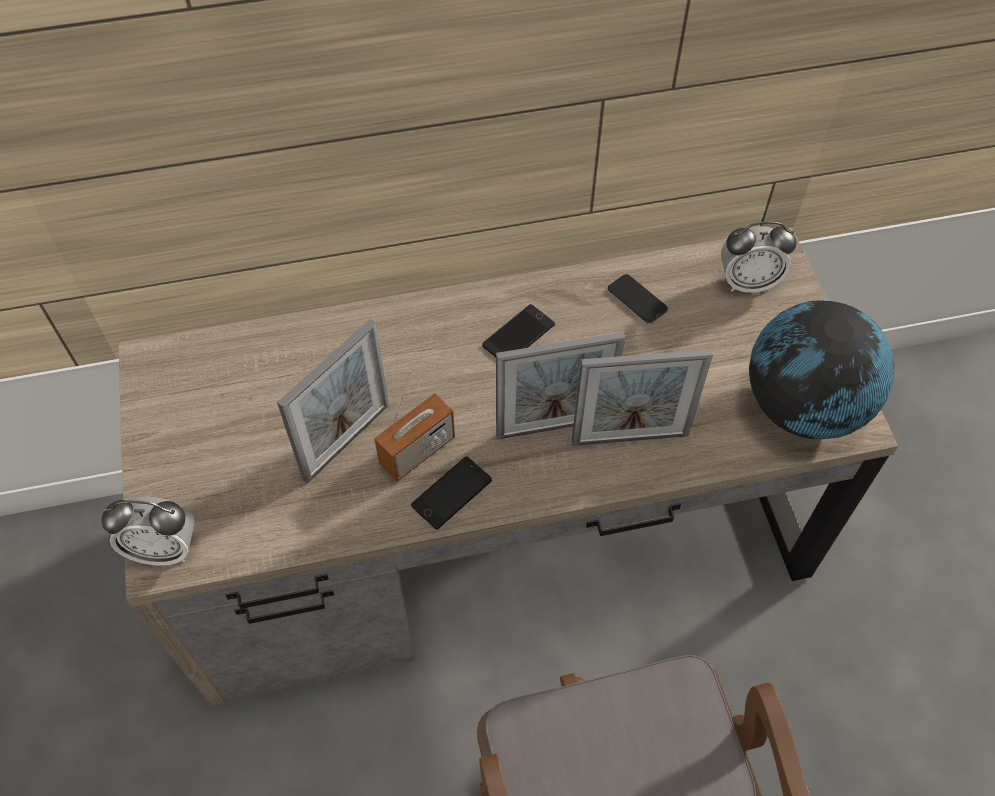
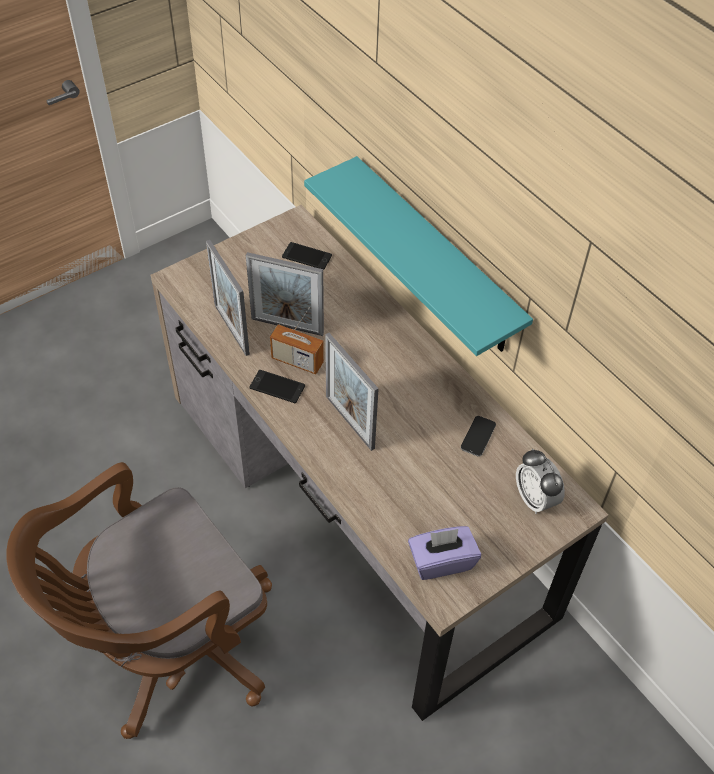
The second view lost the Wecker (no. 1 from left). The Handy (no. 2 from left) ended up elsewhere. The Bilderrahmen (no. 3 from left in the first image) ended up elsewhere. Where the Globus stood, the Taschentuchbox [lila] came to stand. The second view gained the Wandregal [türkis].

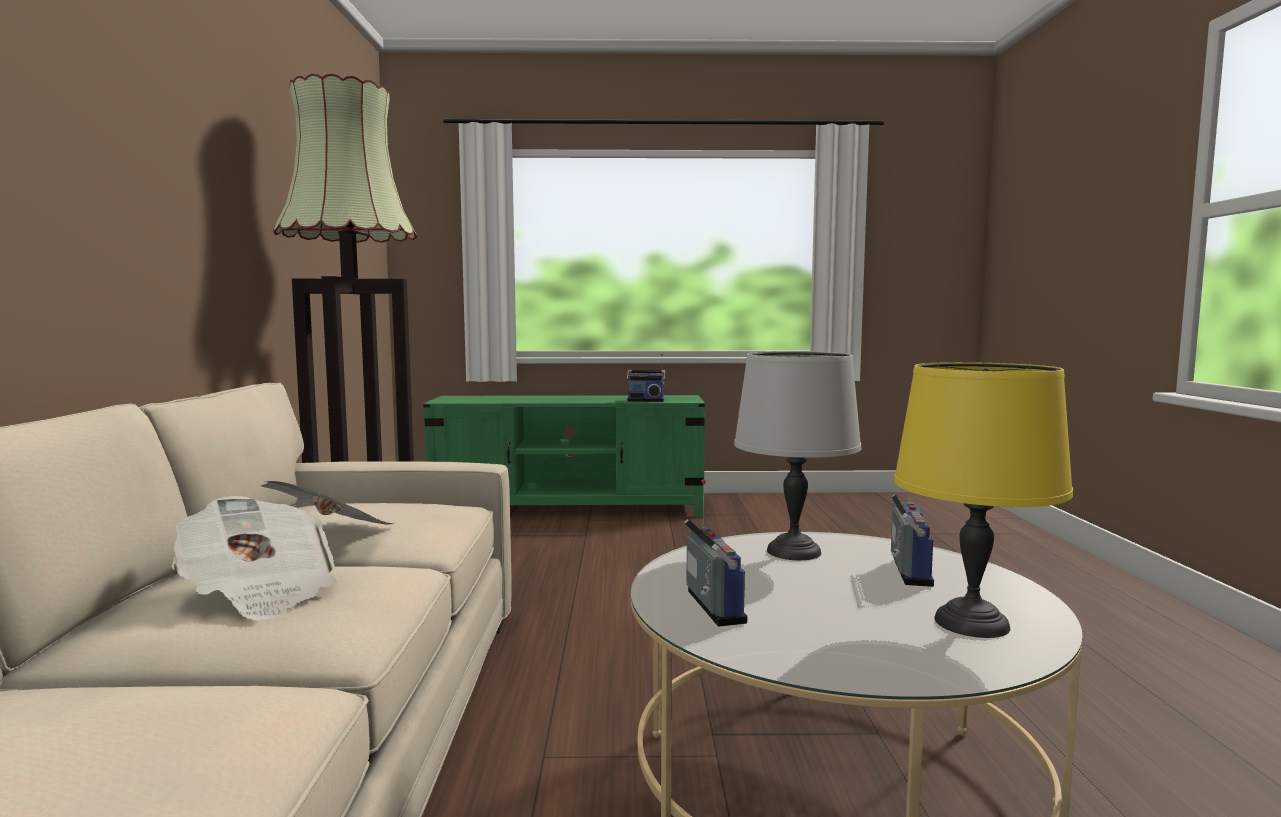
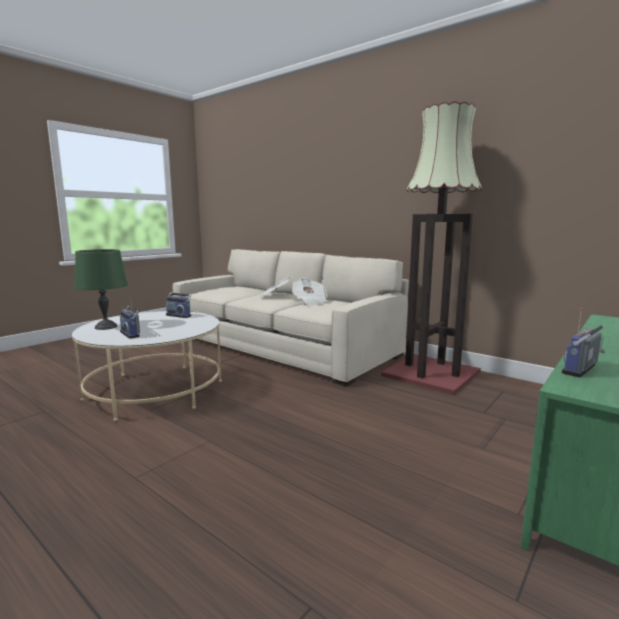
The second view lost the Tischlampe [grau]. What was the Tischlampe [gelb] turned into the Tischlampe [grün].

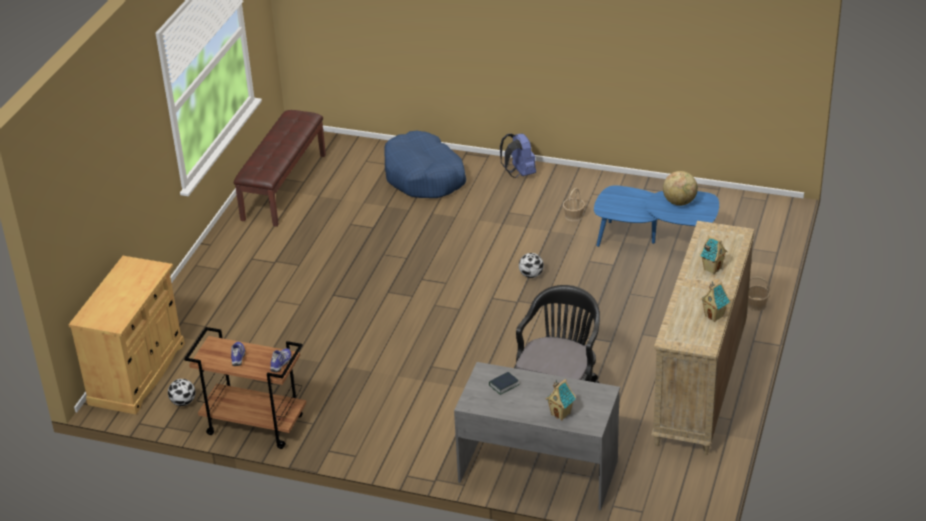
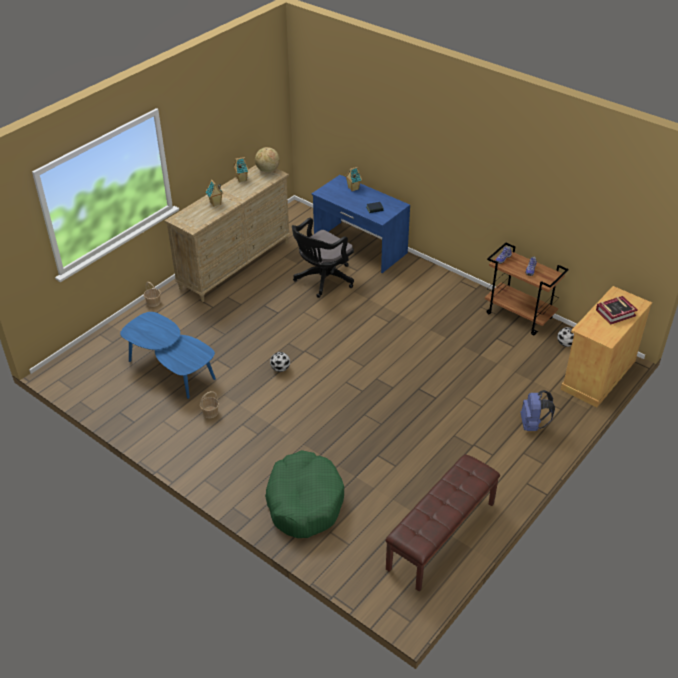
What was the Hundebett [blau] turned into the Hundebett [grün]. What was the Schreibtisch [grau] turned into the Schreibtisch [blau]. The Rucksack [blau] ended up elsewhere. The Globus ended up elsewhere. The second view gained the Buch (no. 2 from left).

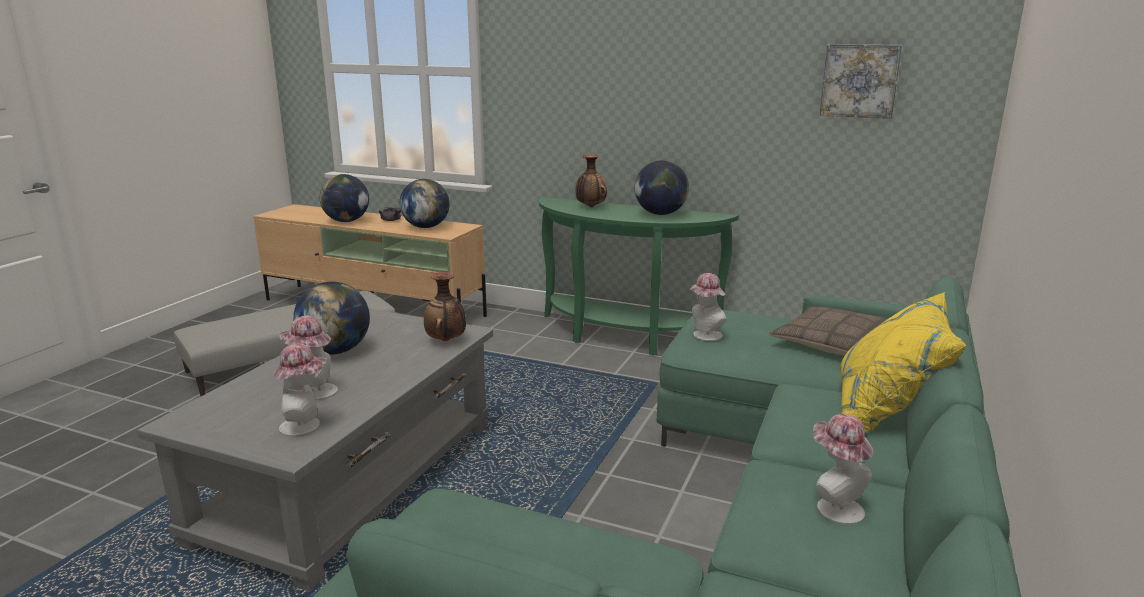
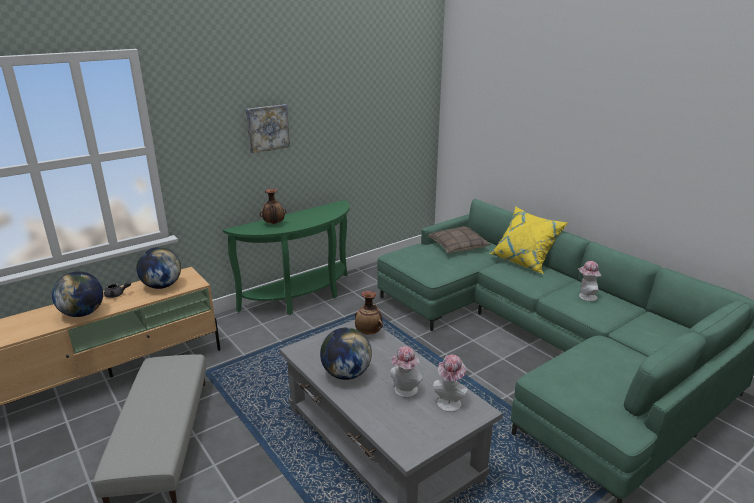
The second view lost the Globus (no. 4 from left). The second view lost the Hut (no. 3 from left). The Bild ended up elsewhere.

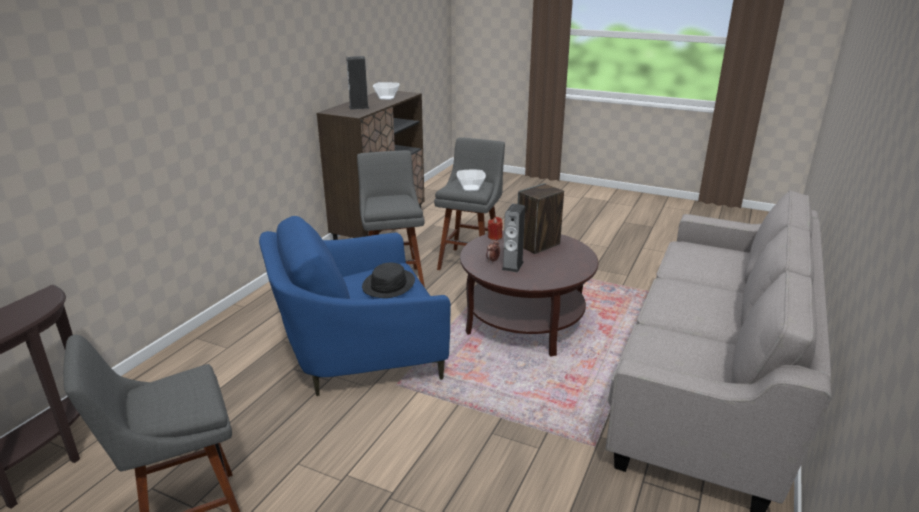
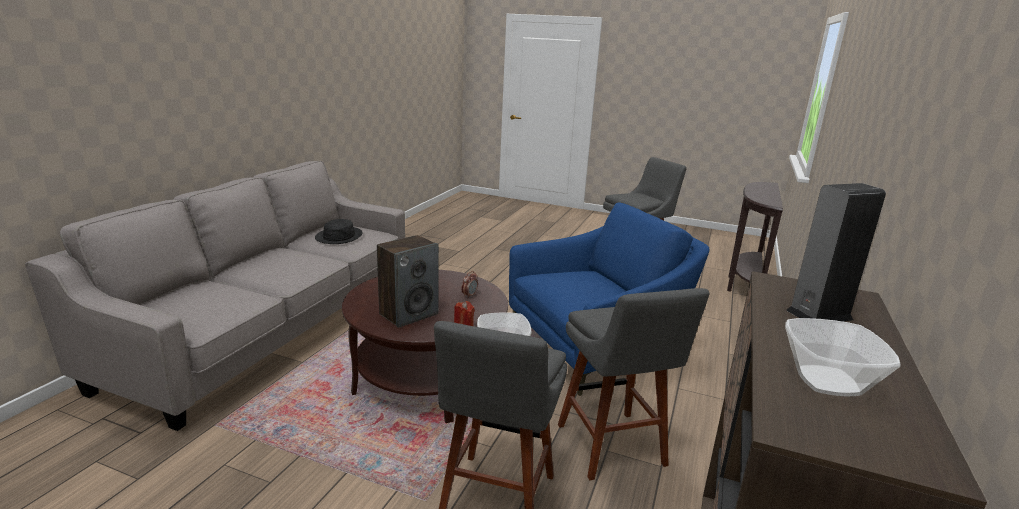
The Hut [schwarz] ended up elsewhere. The second view lost the Lautsprecher (no. 2 from left).

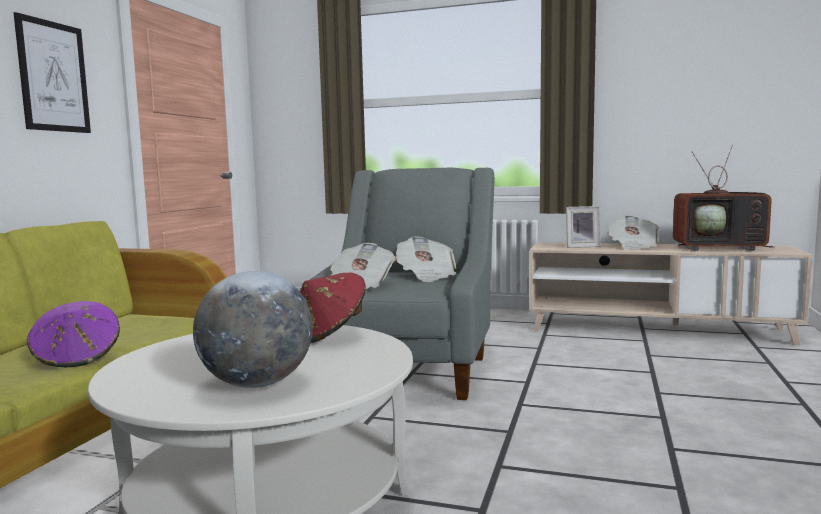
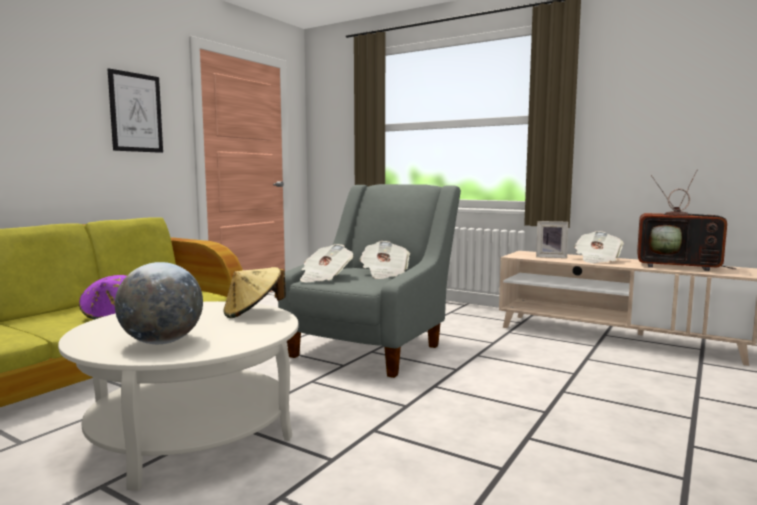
What was the Hut [rot] turned into the Hut [beige].

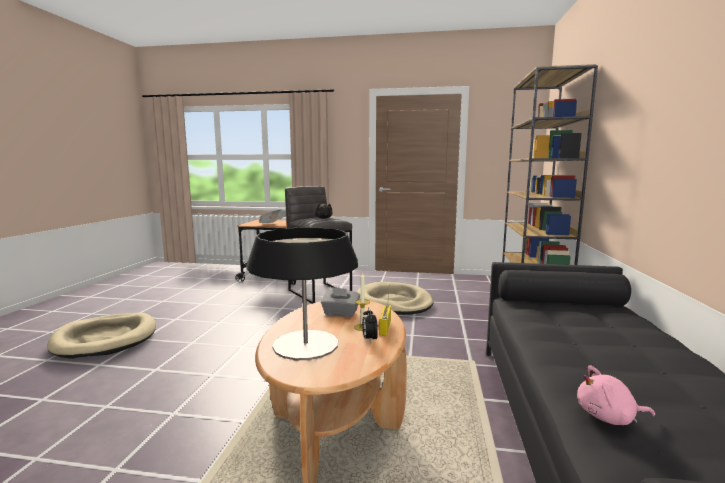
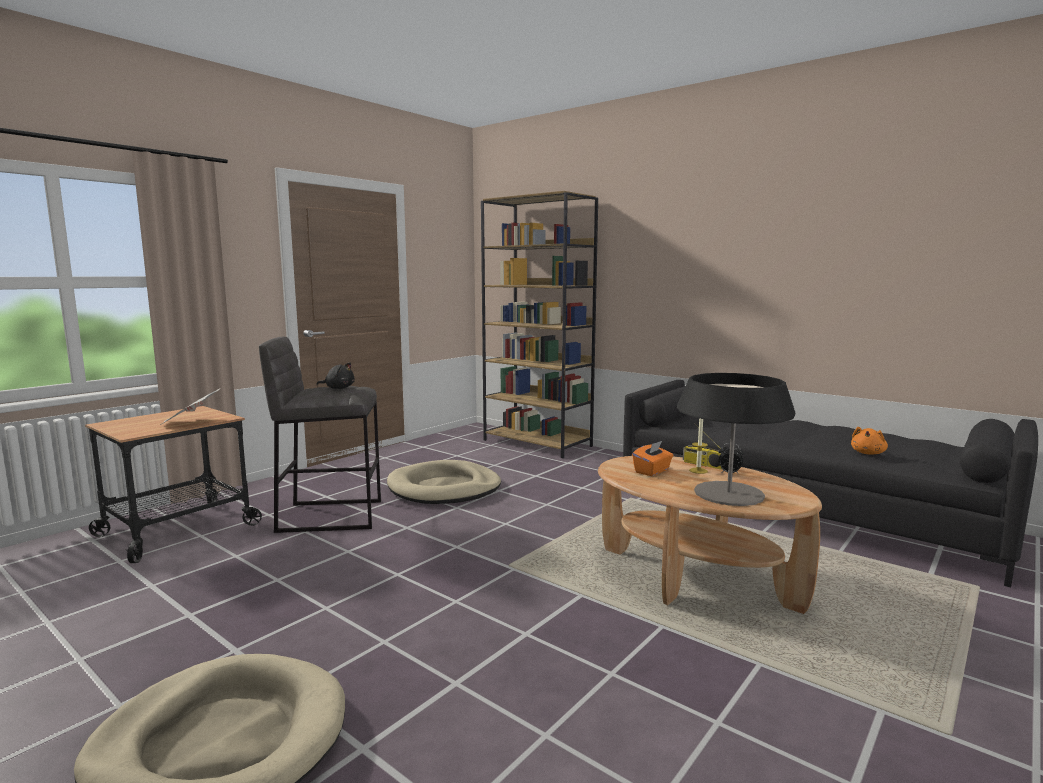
What was the Taschentuchbox [grau] turned into the Taschentuchbox [orange]. What was the Plüschtier [rosa] turned into the Plüschtier [orange].

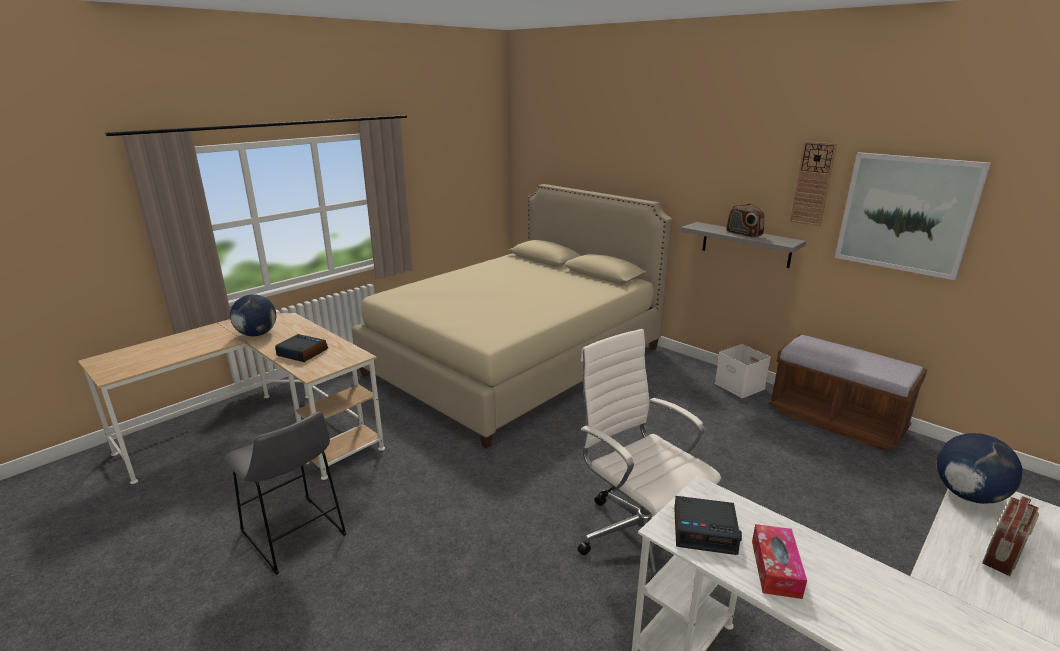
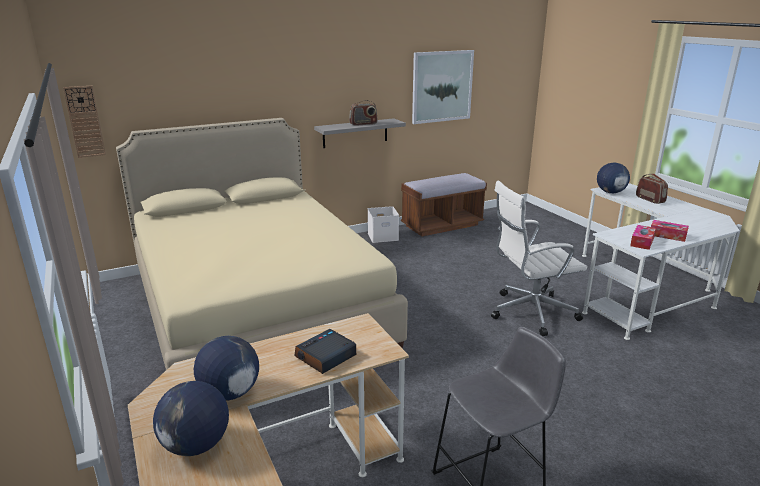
Where the Wecker (no. 2 from left) stood, the Taschentuchbox (no. 1 from left) came to stand. The Wanduhr ended up elsewhere. The second view gained the Globus (no. 1 from left).

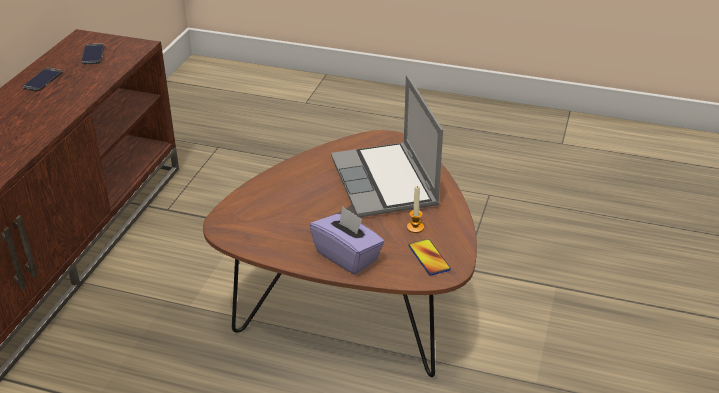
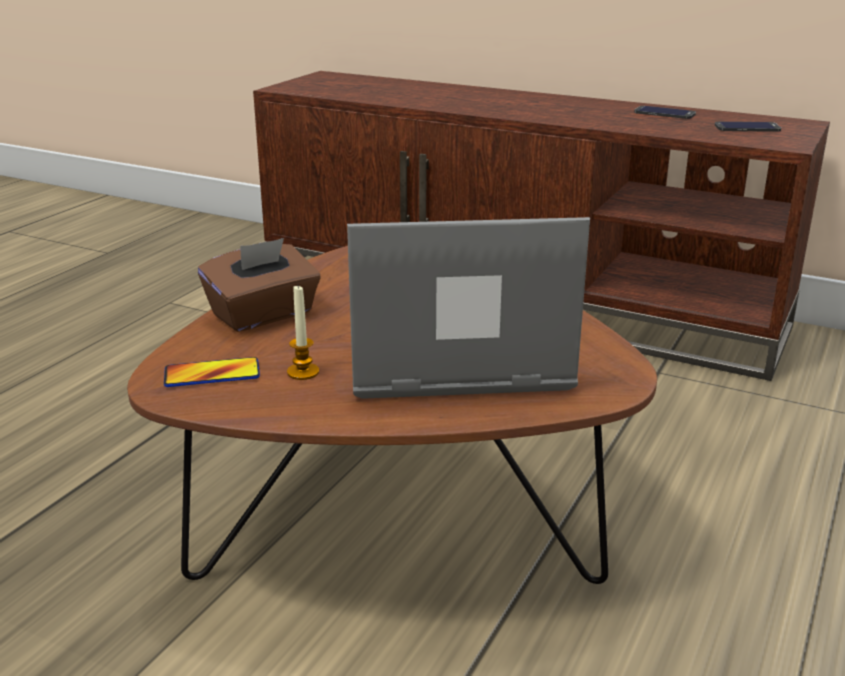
What was the Taschentuchbox [lila] turned into the Taschentuchbox [braun].

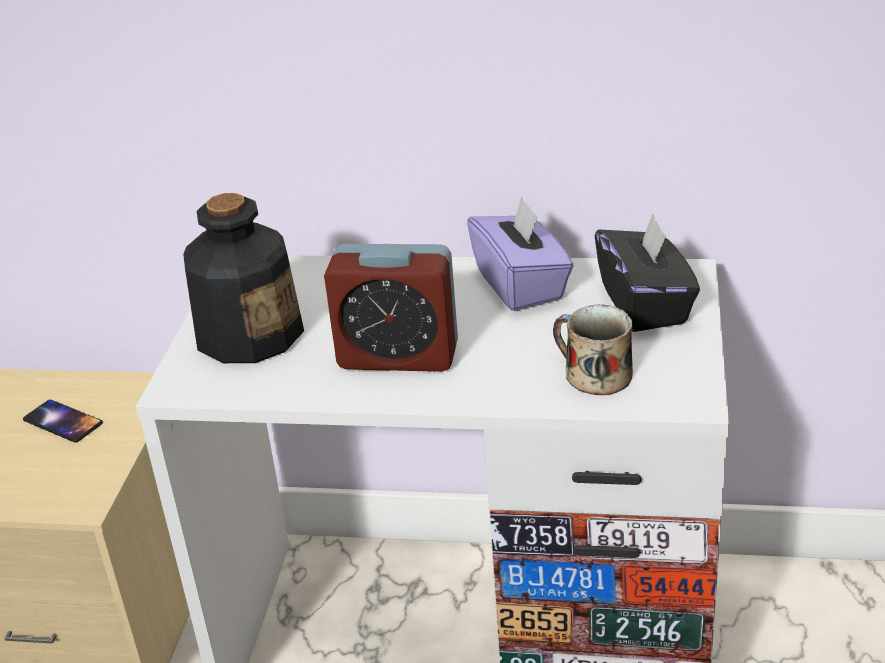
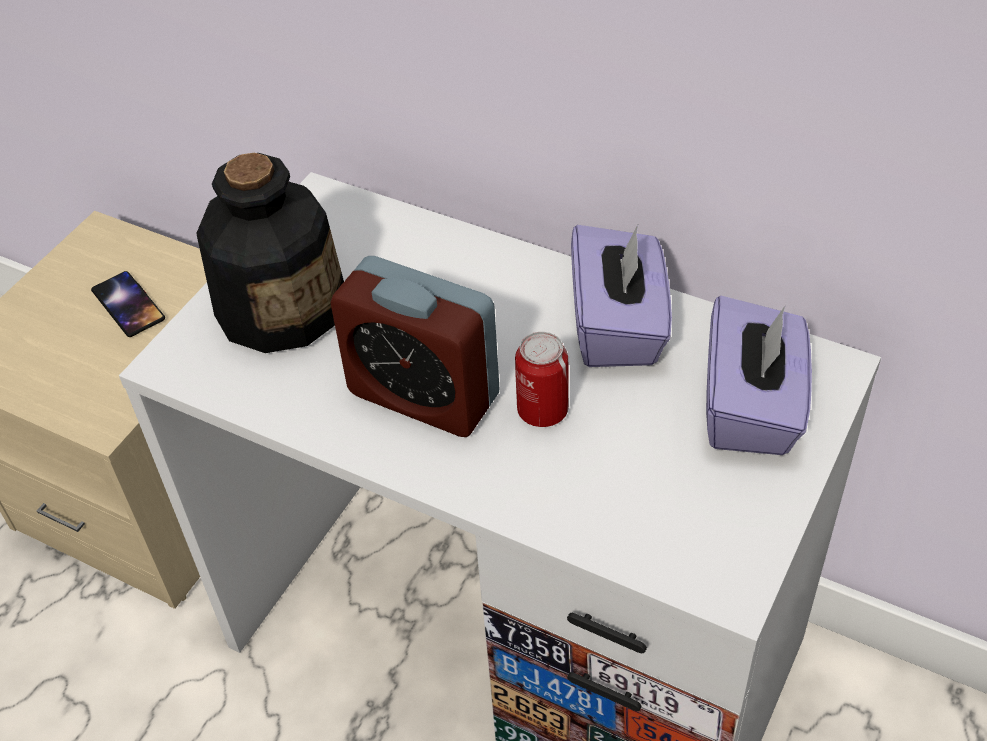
The second view lost the Henkelbecher. What was the Taschentuchbox [schwarz] turned into the Taschentuchbox [lila] (no. 2 from left). The second view gained the Dose.

